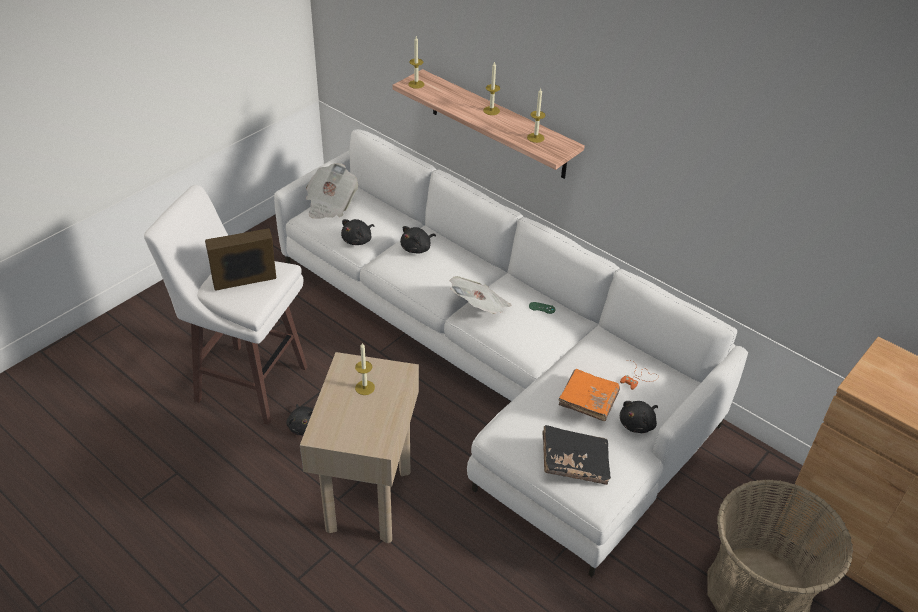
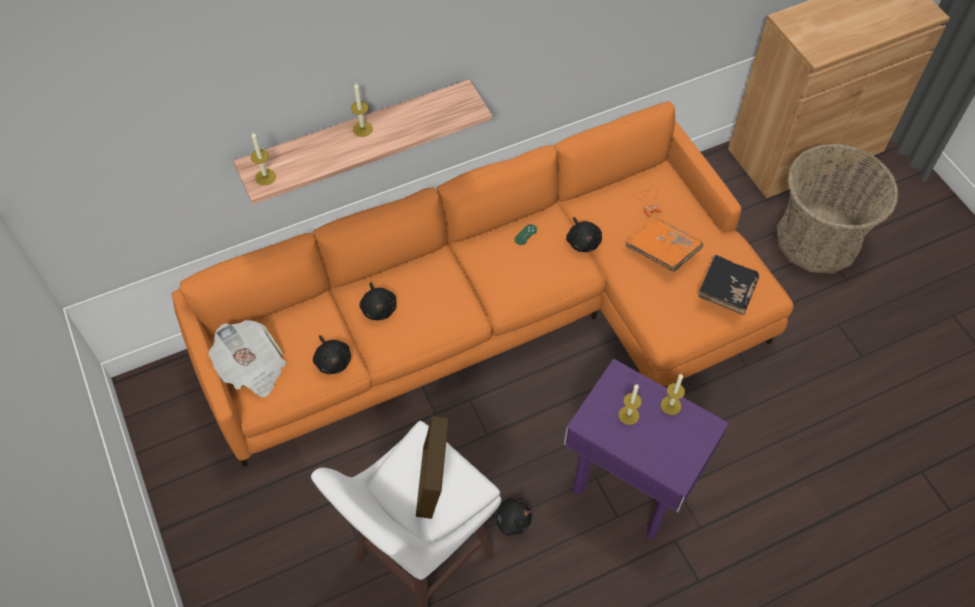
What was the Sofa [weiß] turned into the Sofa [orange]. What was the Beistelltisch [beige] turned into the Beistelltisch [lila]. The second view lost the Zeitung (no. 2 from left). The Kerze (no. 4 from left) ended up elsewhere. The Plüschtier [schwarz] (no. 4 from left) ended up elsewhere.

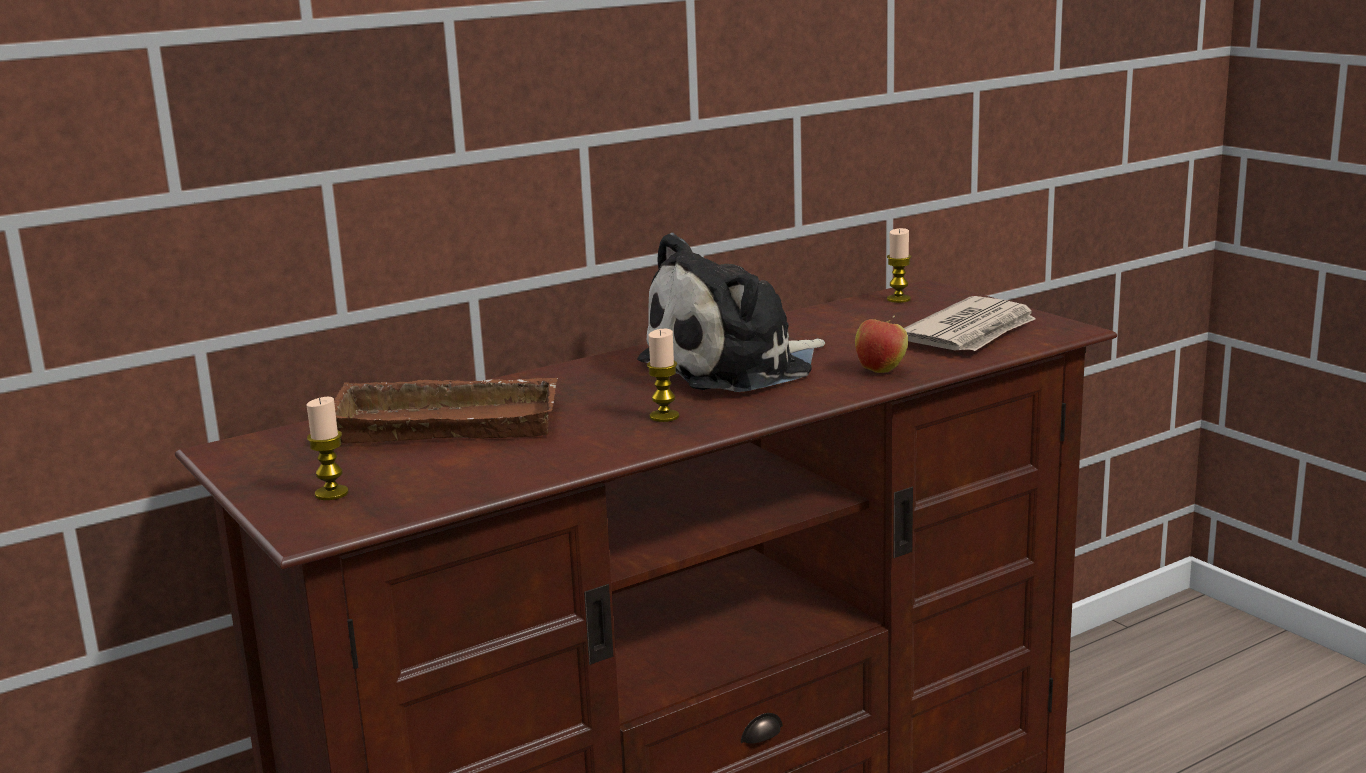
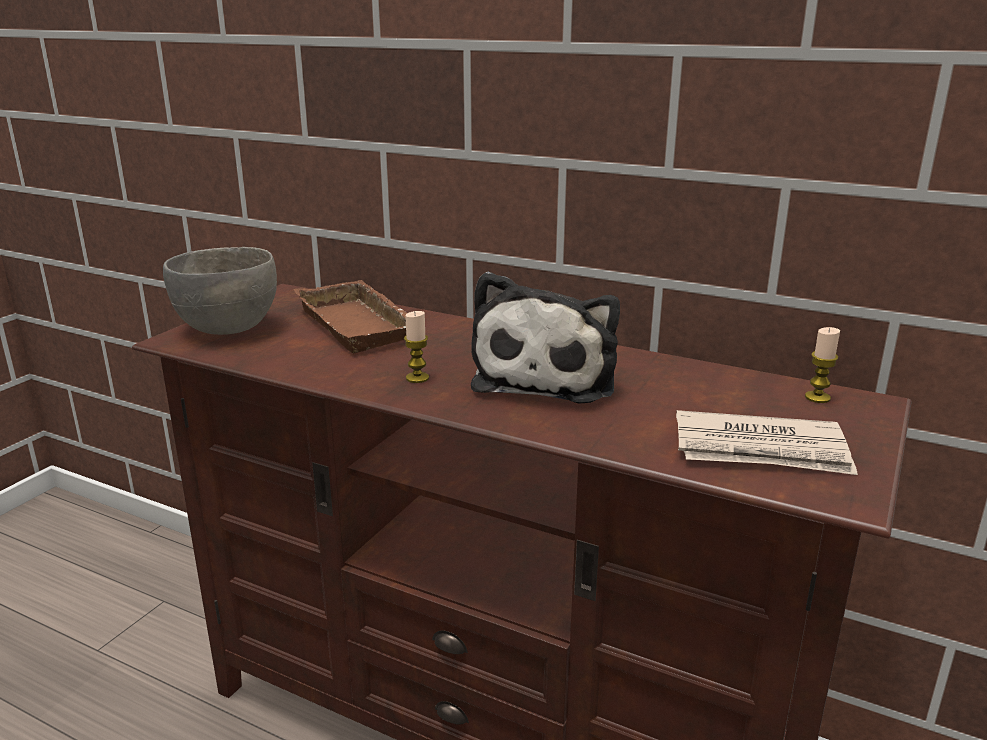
Where the Kerze (no. 1 from left) stood, the Schüssel [grau] came to stand. The Plüschtier ended up facing another way, 105 degrees counterclockwise from before. The second view lost the Apfel.

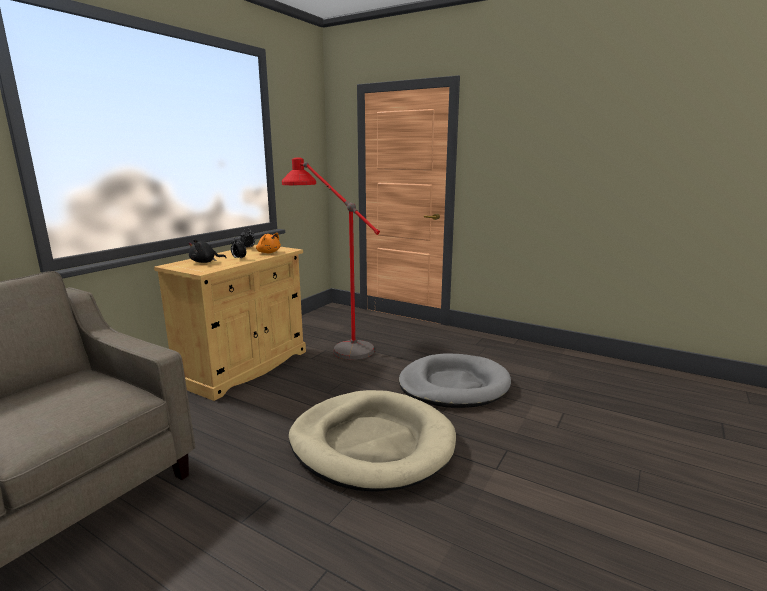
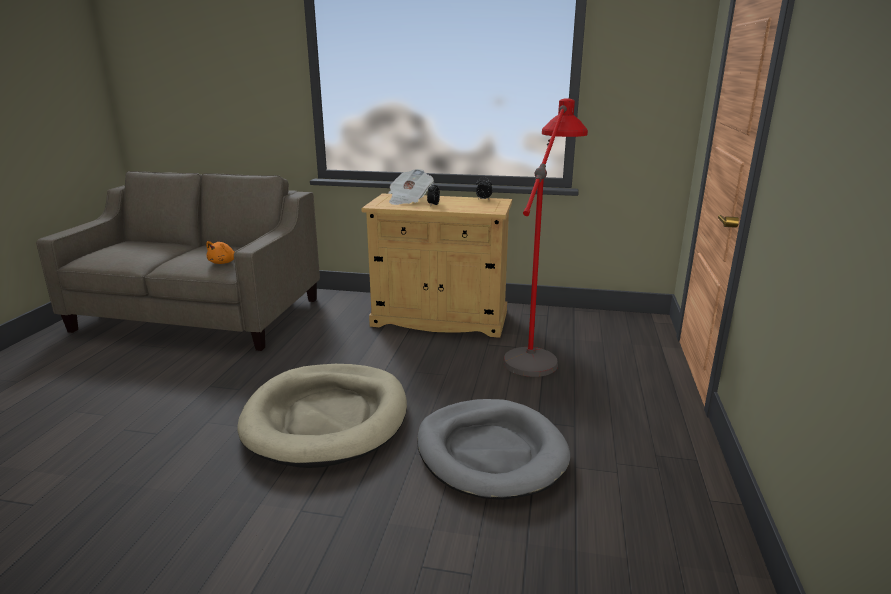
Where the Plüschtier [schwarz] stood, the Zeitung came to stand. The Plüschtier [orange] ended up elsewhere.

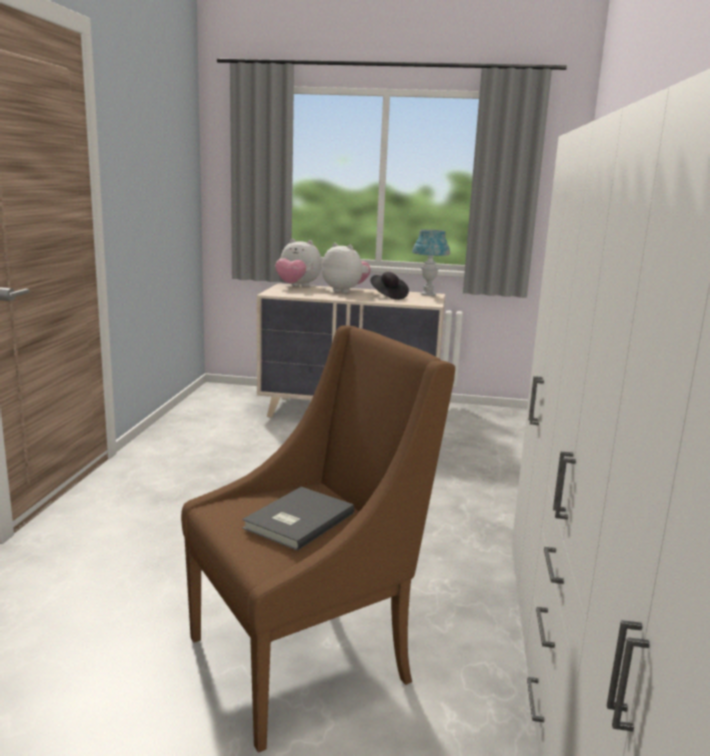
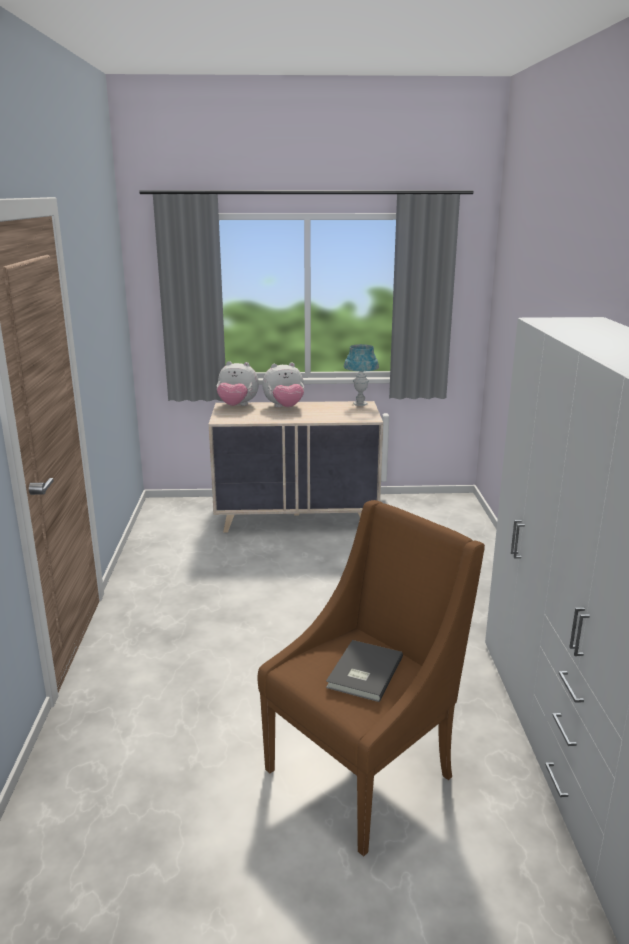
The Plüschtier (no. 2 from left) ended up facing another way, 135 degrees clockwise from before. The second view lost the Hut [schwarz].

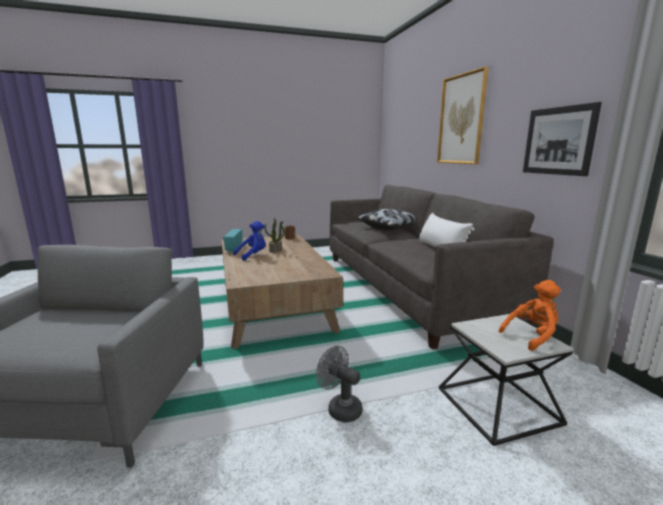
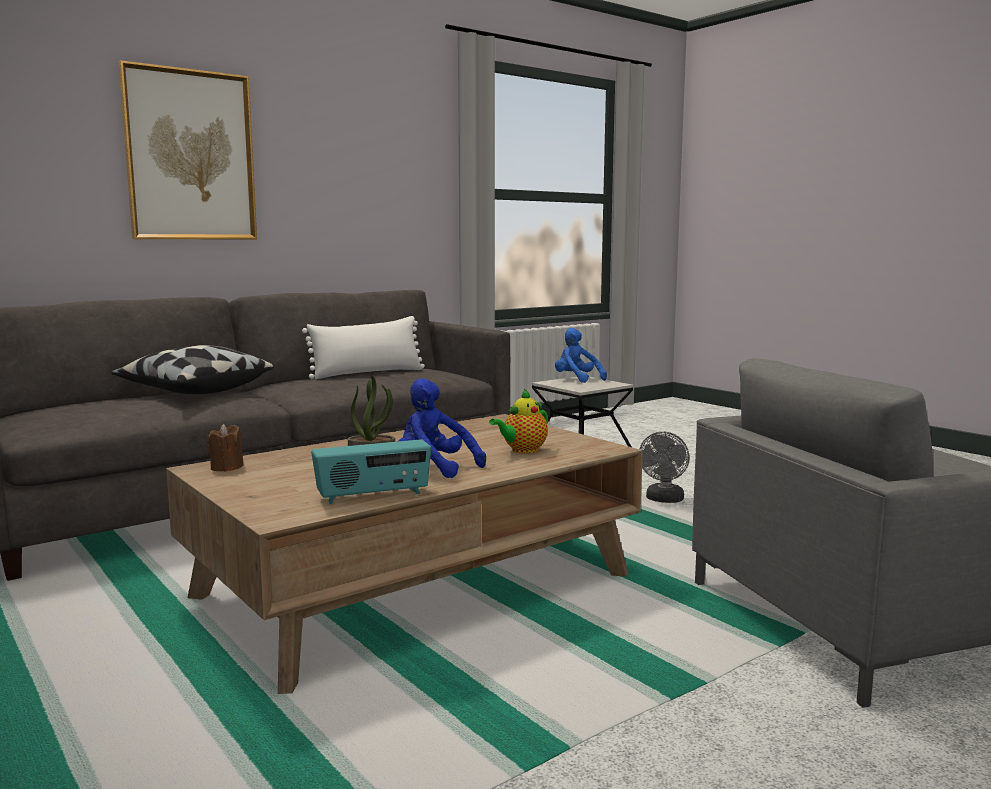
What was the Plüschtier [orange] turned into the Plüschtier [blau] (no. 2 from left). The second view lost the Bild (no. 2 from left). The second view gained the Teekanne.

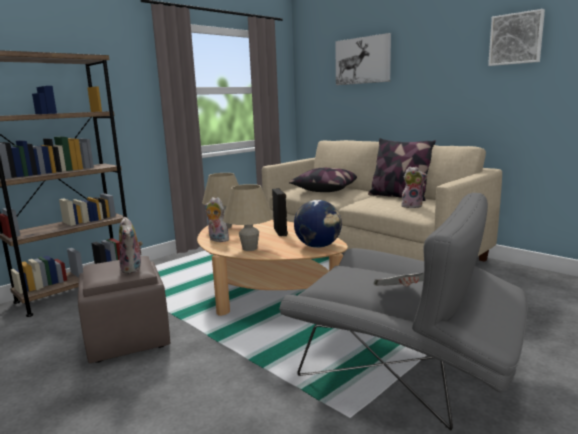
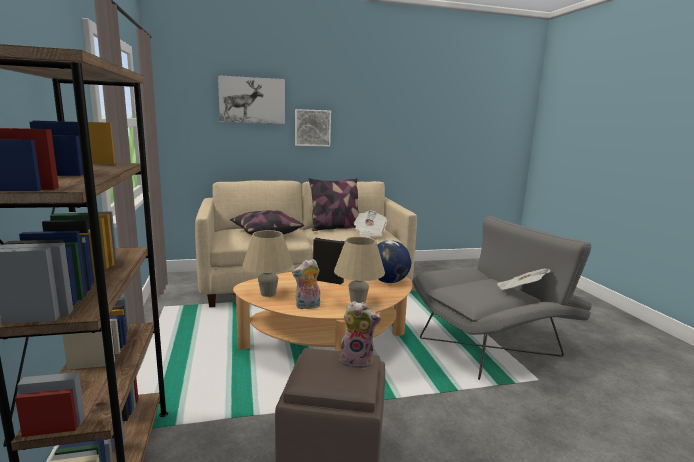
Where the Plüschtier (no. 3 from left) stood, the Zeitung (no. 1 from left) came to stand. The Bild (no. 2 from left) ended up elsewhere.

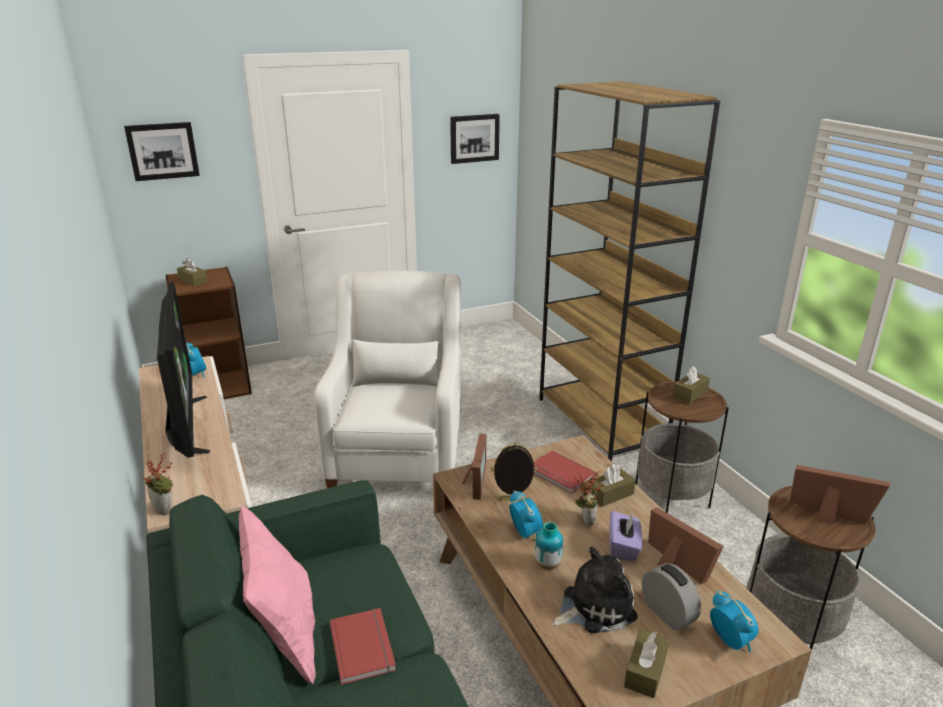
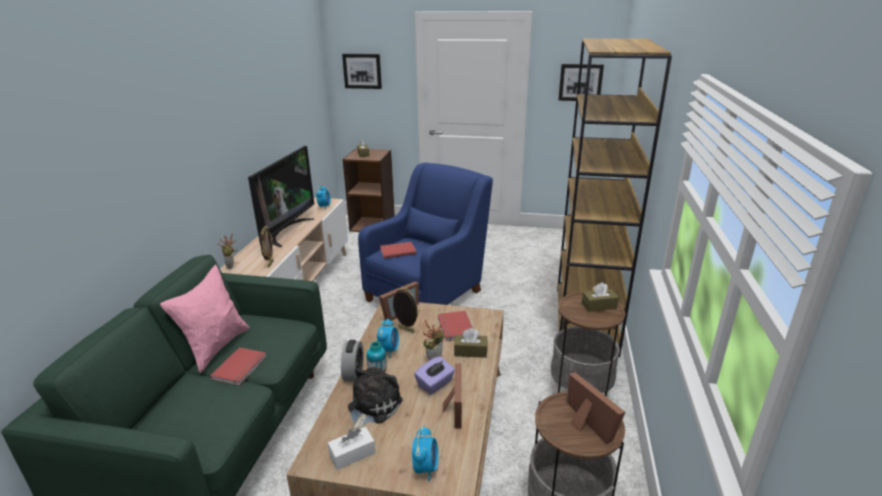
What was the Sessel [weiß] turned into the Sessel [blau]. The Plüschtier ended up facing another way, 75 degrees counterclockwise from before. What was the Taschentuchbox [braun] (no. 3 from left) turned into the Taschentuchbox [weiß]. The Wecker (no. 3 from left in the first image) ended up elsewhere. The second view gained the Bilderrahmen (no. 1 from left). The second view gained the Buch [rot] (no. 2 from left).

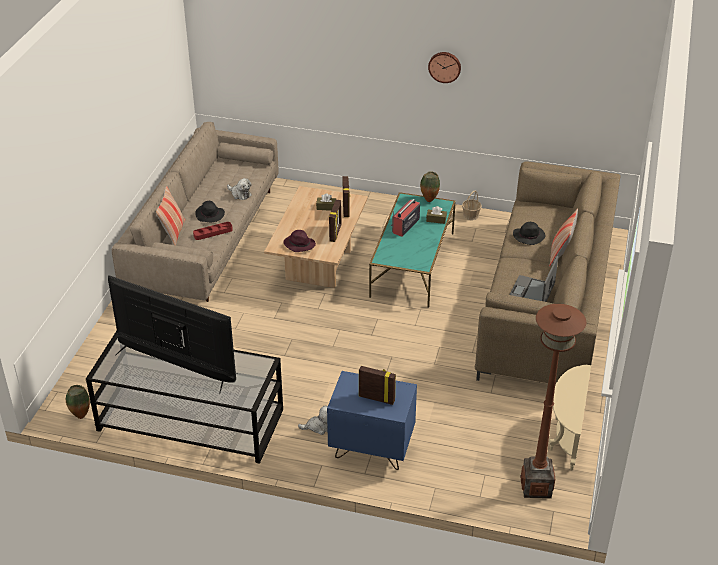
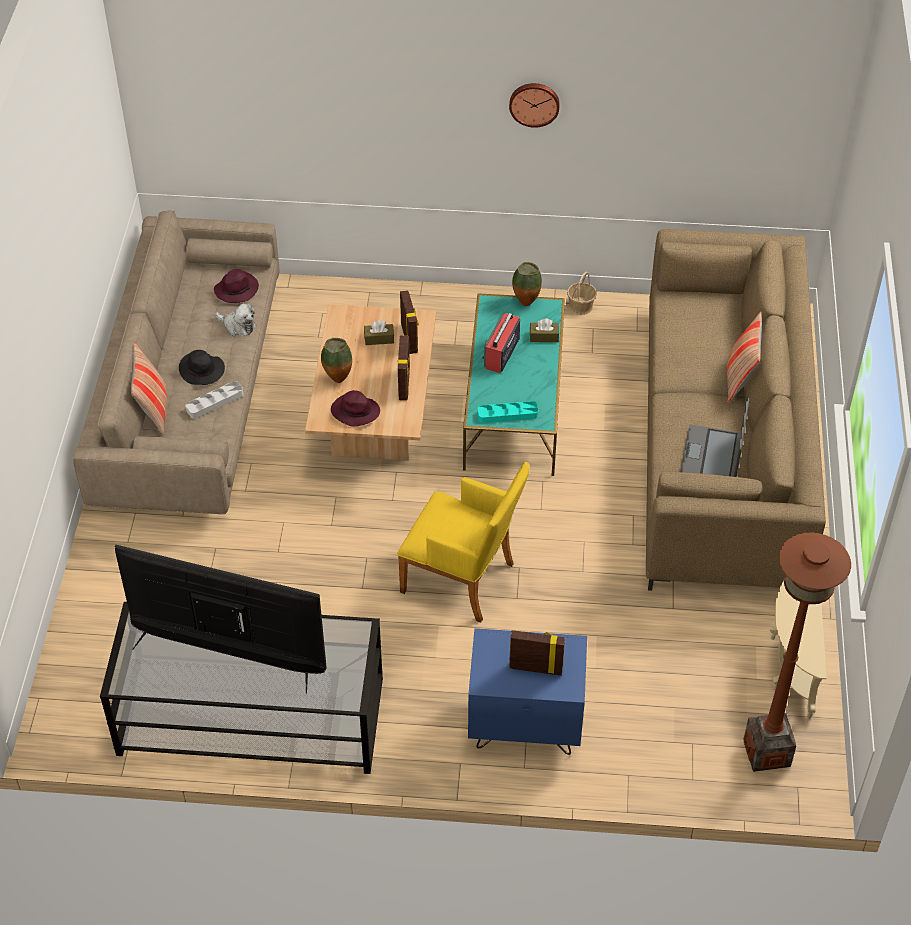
The Vase (no. 1 from left) ended up elsewhere. What was the Tablett [rot] turned into the Tablett [grau]. The second view lost the Plüschtier (no. 2 from left). The second view lost the Hut [schwarz] (no. 2 from left). The second view gained the Hut [lila] (no. 1 from left). The second view gained the Sessel [gelb]. The second view gained the Tablett [türkis].

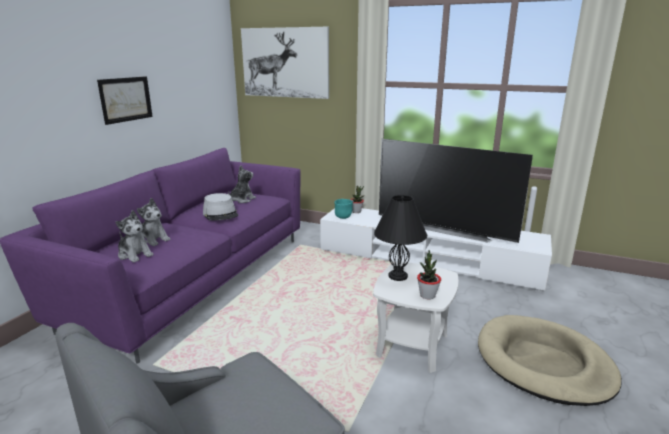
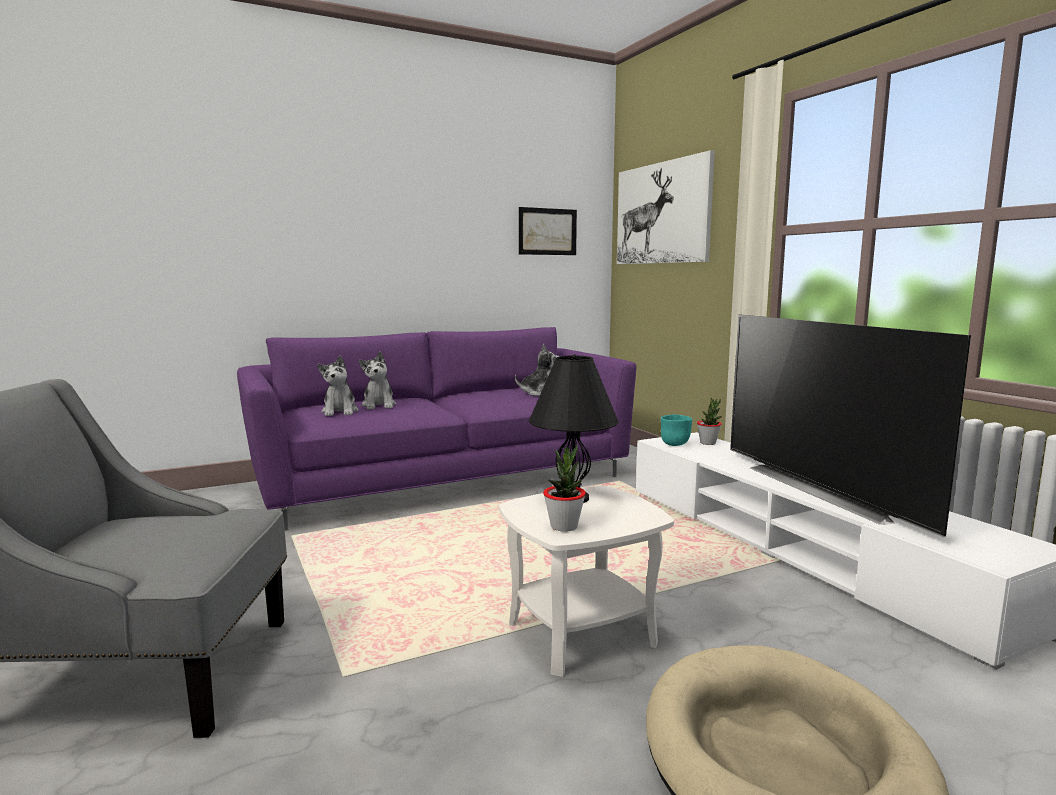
The Bild (no. 1 from left) ended up elsewhere. The second view lost the Hut [grau].

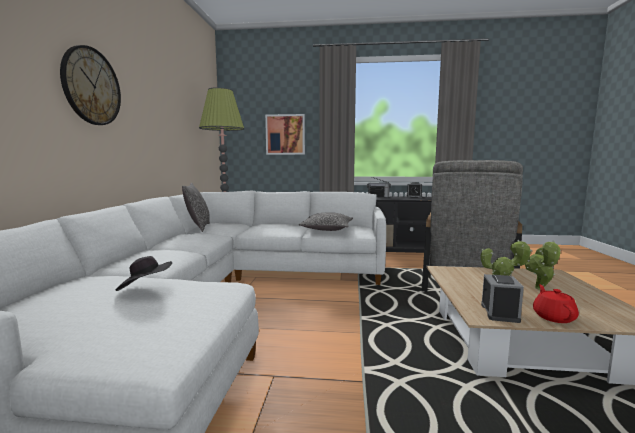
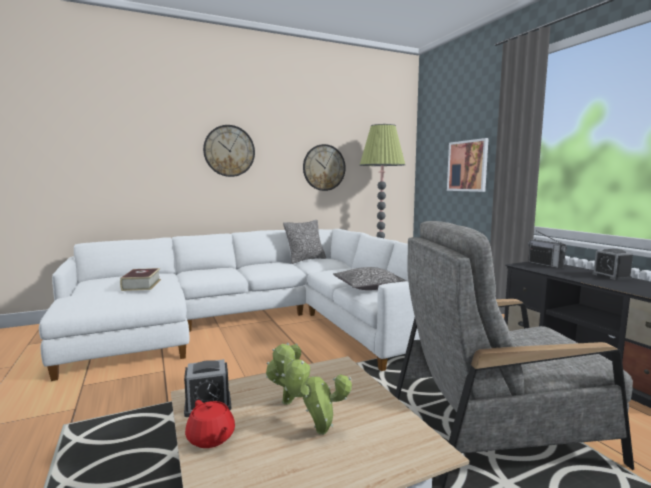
Where the Hut [schwarz] stood, the Buch came to stand. The Teekanne [rot] ended up facing another way, 75 degrees clockwise from before. The second view gained the Wanduhr (no. 2 from left).

